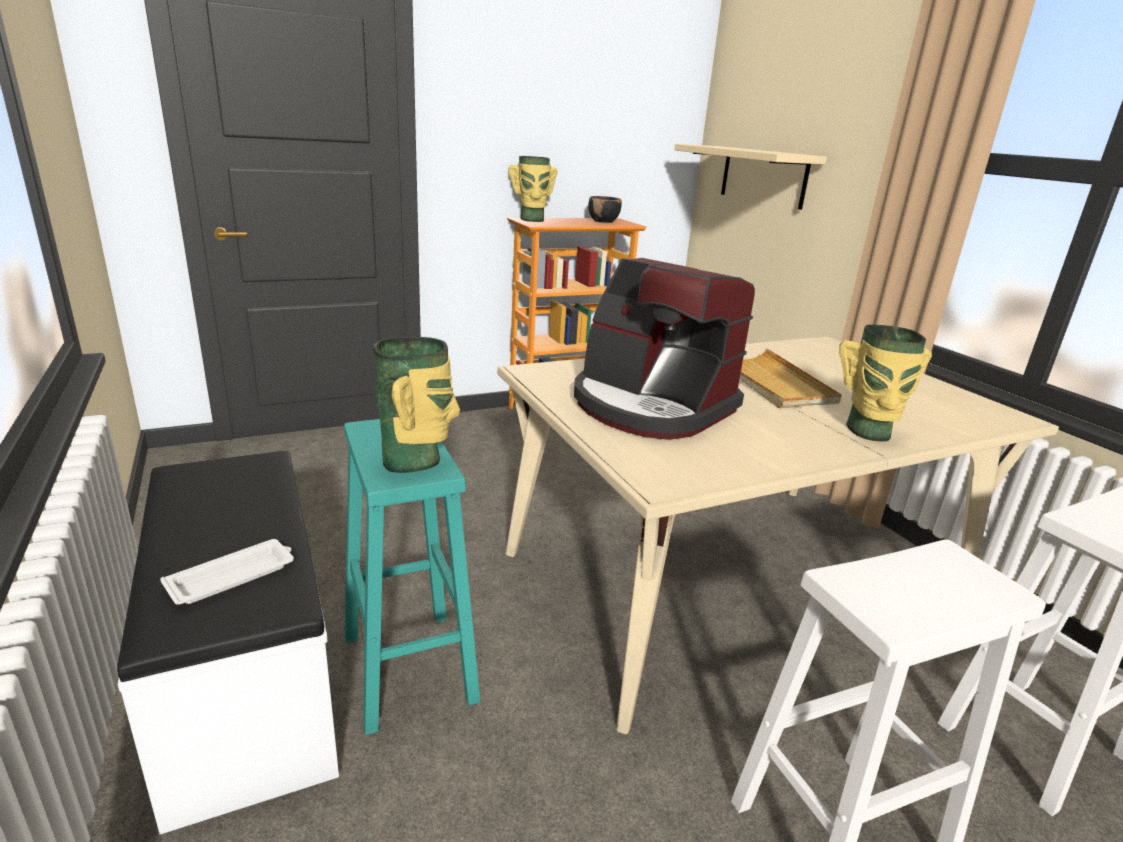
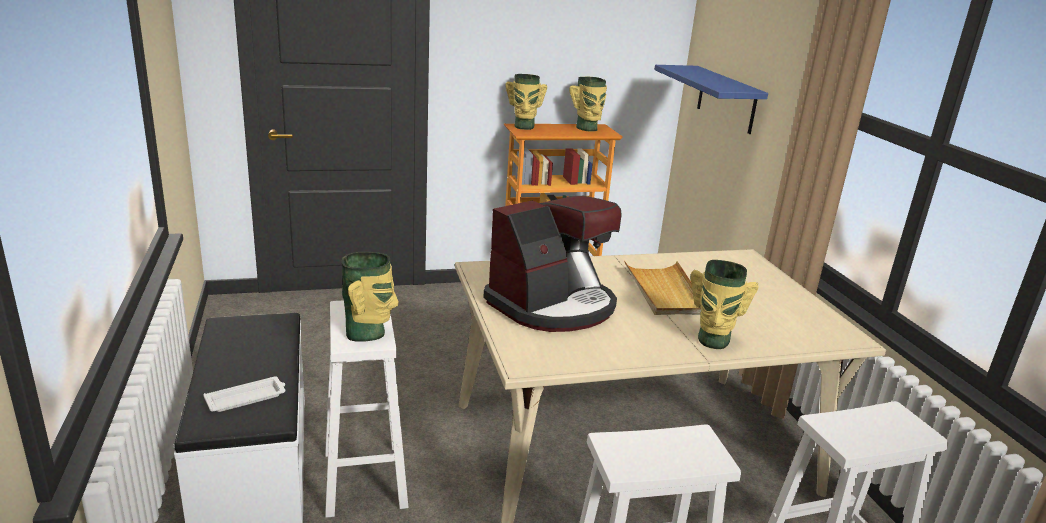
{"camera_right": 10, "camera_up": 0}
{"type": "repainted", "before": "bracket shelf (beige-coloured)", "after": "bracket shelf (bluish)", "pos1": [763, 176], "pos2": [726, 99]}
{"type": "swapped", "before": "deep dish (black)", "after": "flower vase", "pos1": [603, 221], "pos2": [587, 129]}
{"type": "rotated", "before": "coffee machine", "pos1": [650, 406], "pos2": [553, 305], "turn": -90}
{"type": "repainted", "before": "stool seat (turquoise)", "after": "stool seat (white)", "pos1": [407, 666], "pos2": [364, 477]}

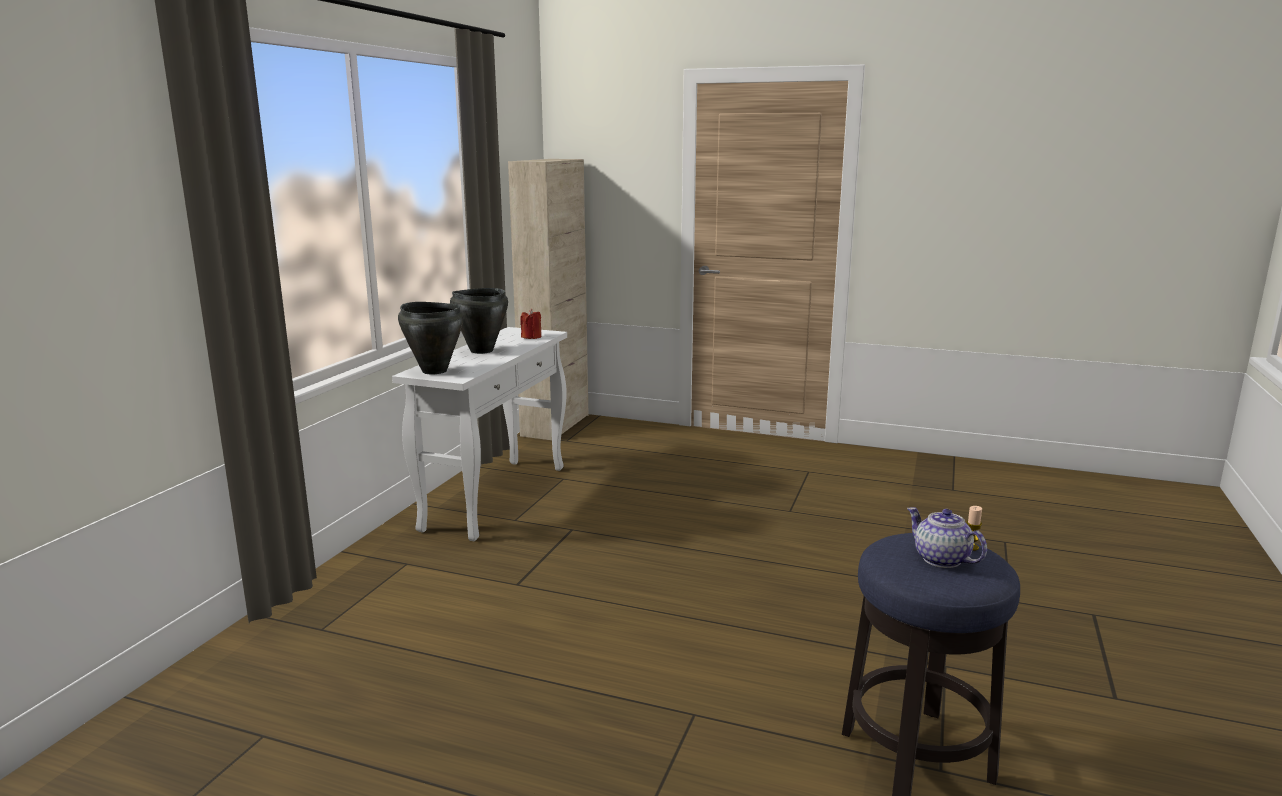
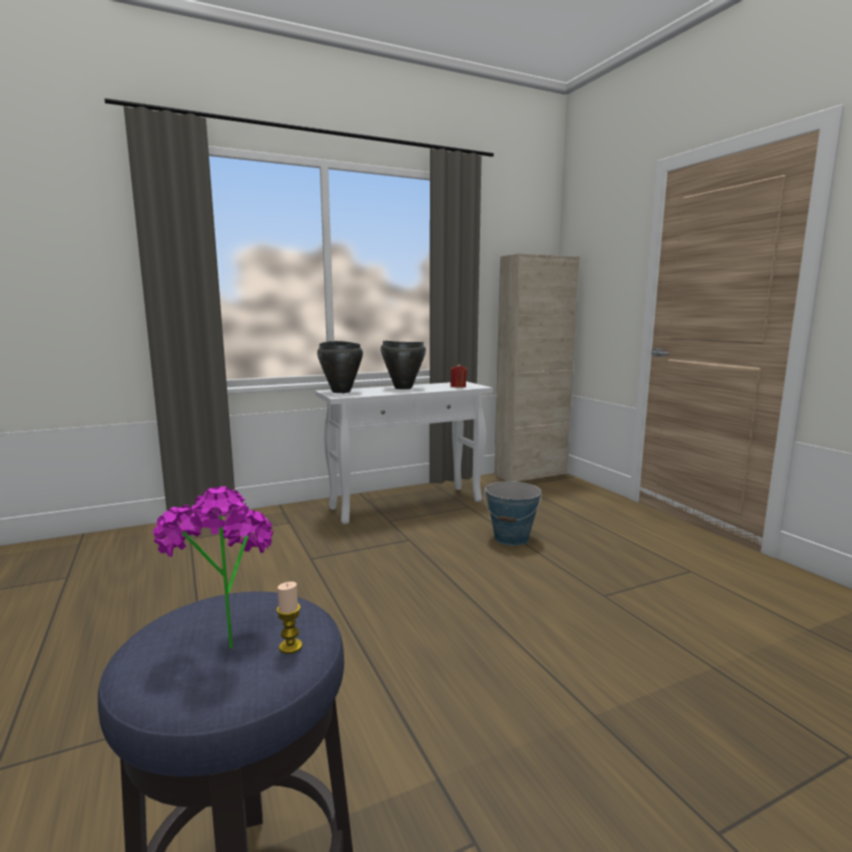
{"camera_right": 45, "camera_up": -5}
{"type": "swapped", "before": "tea pot", "after": "houseplant", "pos1": [940, 559], "pos2": [224, 638]}
{"type": "new", "after": "pail", "pos2": [511, 538]}

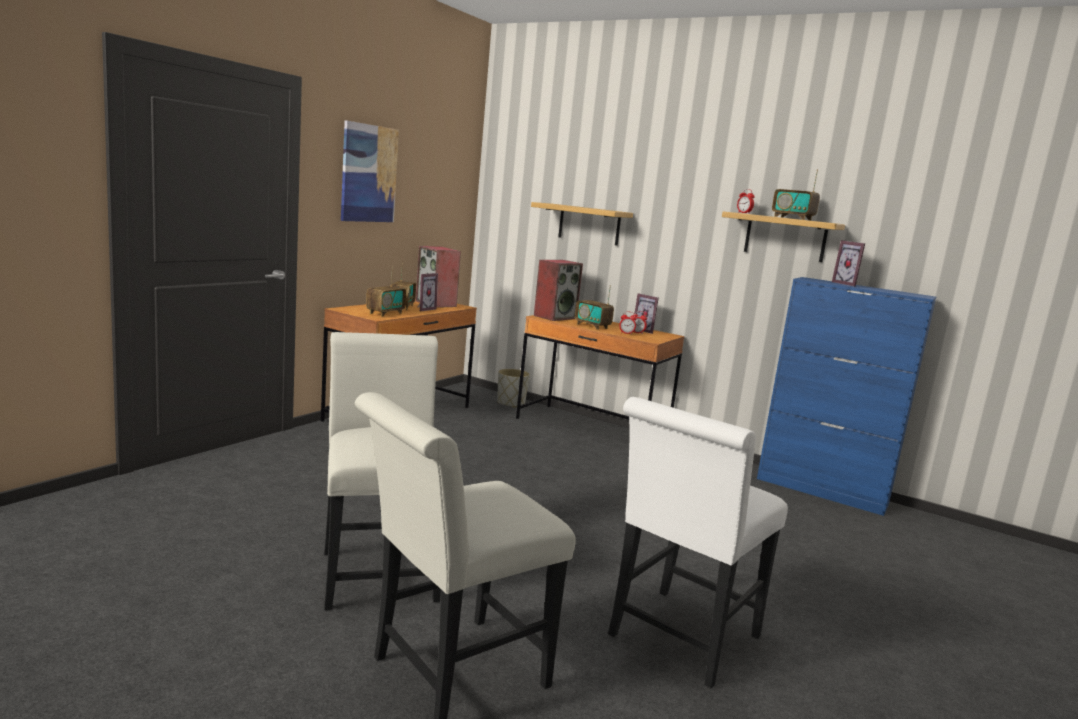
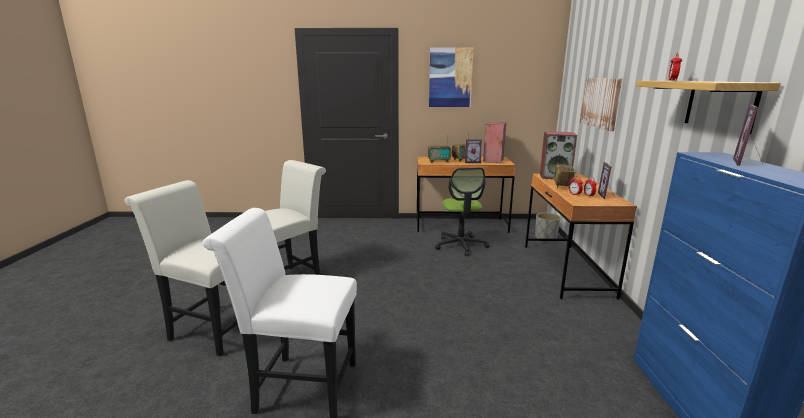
{"camera_right": 60, "camera_up": 5}
{"type": "gone", "before": "radio receiver", "pos1": [792, 218]}
{"type": "swapped", "before": "bracket shelf", "after": "wall art", "pos1": [589, 224], "pos2": [600, 102]}
{"type": "new", "after": "computer chair", "pos2": [461, 245]}

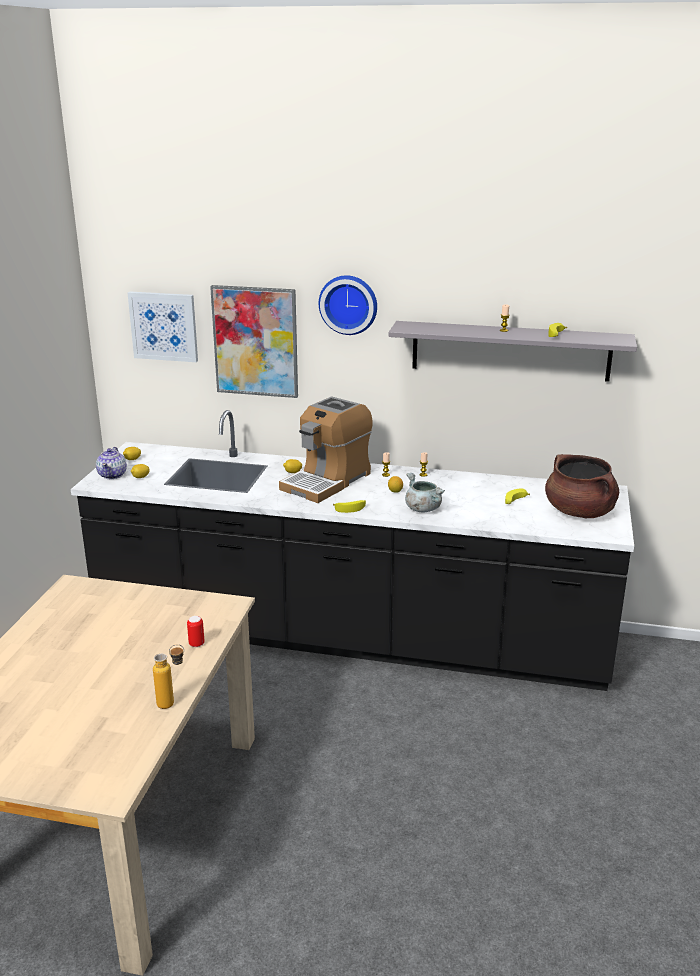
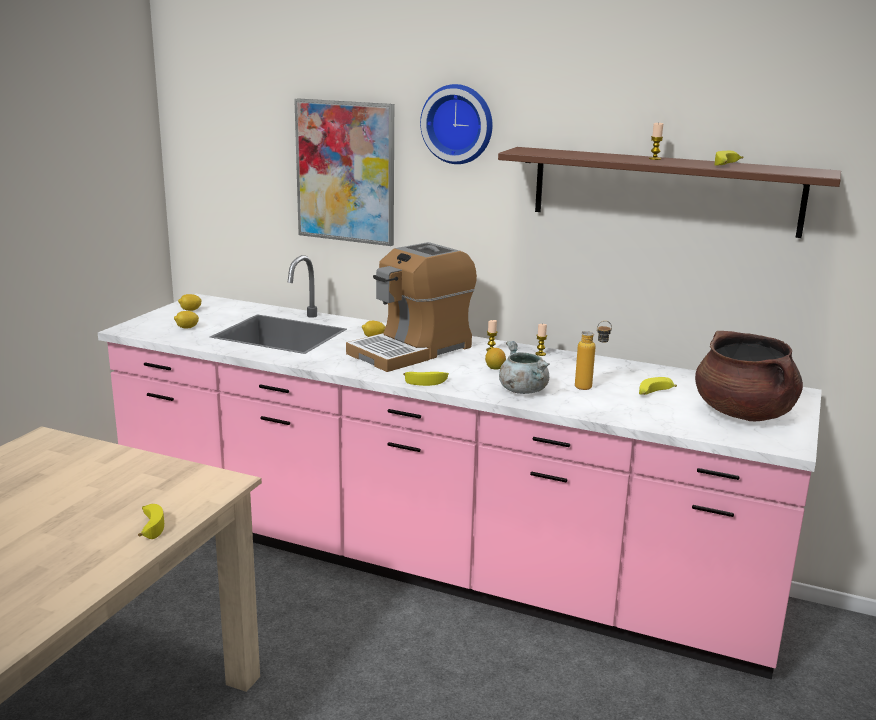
{"camera_right": 10, "camera_up": -5}
{"type": "gone", "before": "wall art", "pos1": [164, 326]}
{"type": "repainted", "before": "bracket shelf (gray)", "after": "bracket shelf (brown)", "pos1": [510, 351], "pos2": [665, 191]}
{"type": "repainted", "before": "counter (black)", "after": "counter (pink-coloured)", "pos1": [350, 636], "pos2": [433, 560]}
{"type": "gone", "before": "tea pot", "pos1": [113, 475]}
{"type": "swapped", "before": "can", "after": "whole banana", "pos1": [196, 644], "pos2": [149, 526]}
{"type": "shifted", "before": "bottle", "pos1": [172, 703], "pos2": [590, 387]}

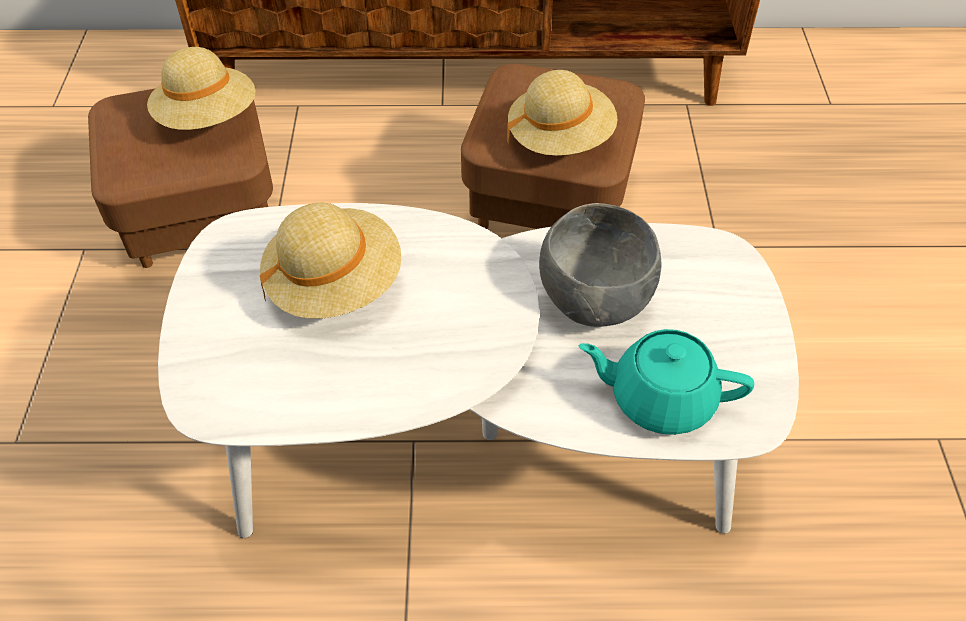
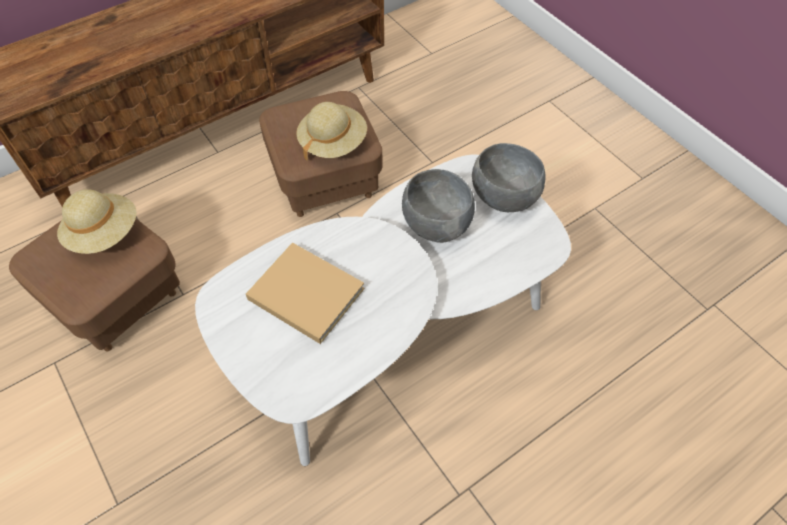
{"camera_right": -35, "camera_up": 5}
{"type": "swapped", "before": "clothing hat (beige-coloured)", "after": "bound book (beige-coloured)", "pos1": [335, 284], "pos2": [303, 292]}
{"type": "gone", "before": "tea pot (turquoise)", "pos1": [659, 398]}
{"type": "new", "after": "deep dish (gray)", "pos2": [503, 199]}

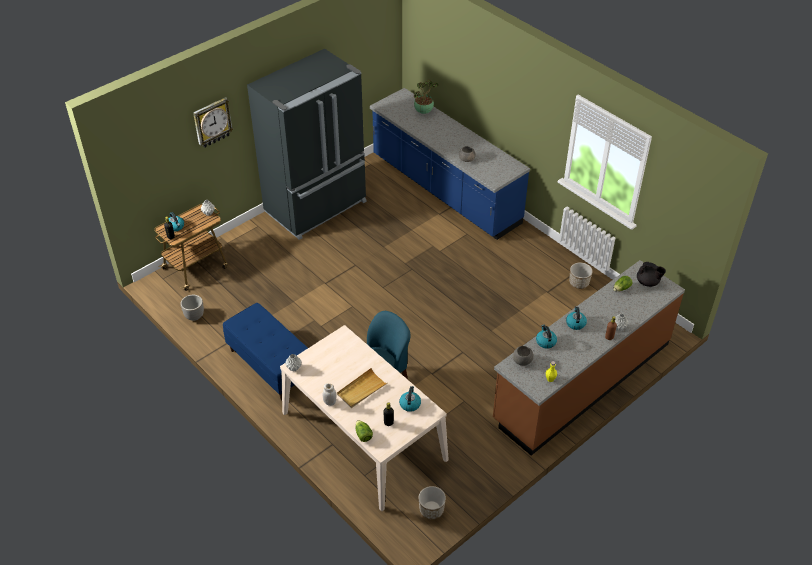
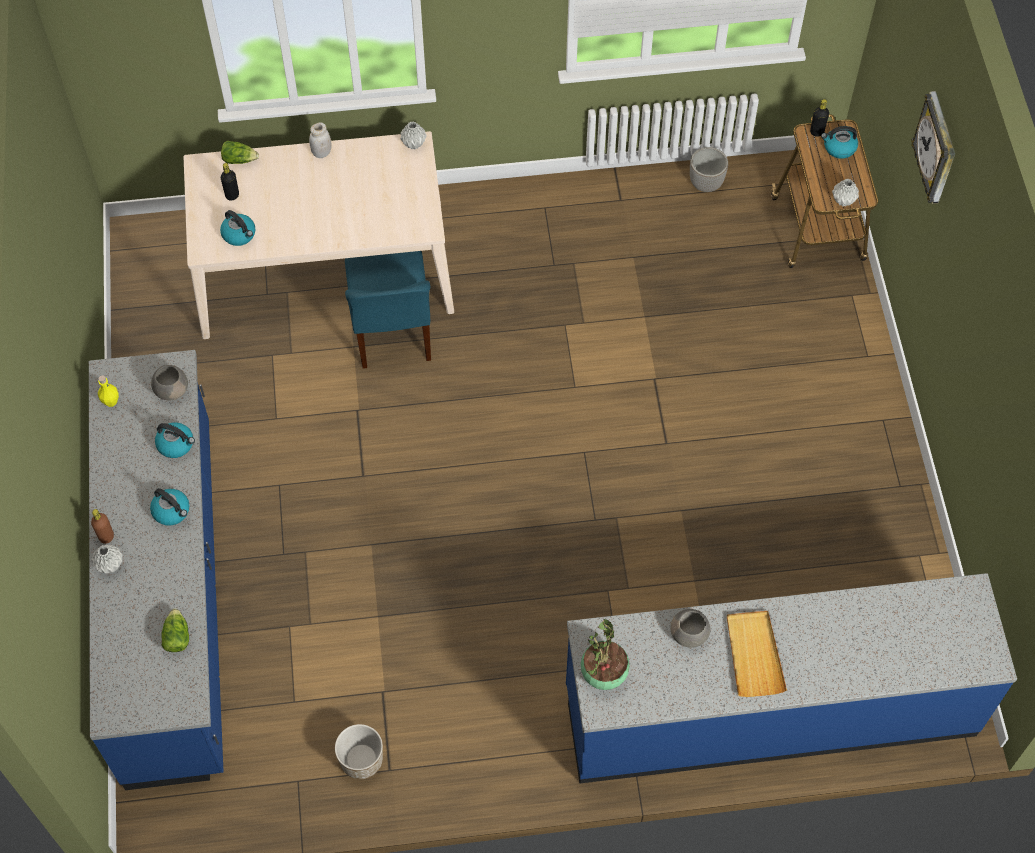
{"camera_right": 125, "camera_up": 15}
{"type": "gone", "before": "fridge (black)", "pos1": [317, 207]}
{"type": "shifted", "before": "houseplant", "pos1": [424, 111], "pos2": [603, 675]}
{"type": "repainted", "before": "counter (brown)", "after": "counter (bluish)", "pos1": [582, 381], "pos2": [173, 599]}
{"type": "gone", "before": "tea pot (black)", "pos1": [648, 282]}
{"type": "gone", "before": "indoor bench (bluish)", "pos1": [270, 365]}
{"type": "shifted", "before": "tray (beige-coloured)", "pos1": [361, 390], "pos2": [753, 654]}
{"type": "gone", "before": "planter", "pos1": [431, 510]}

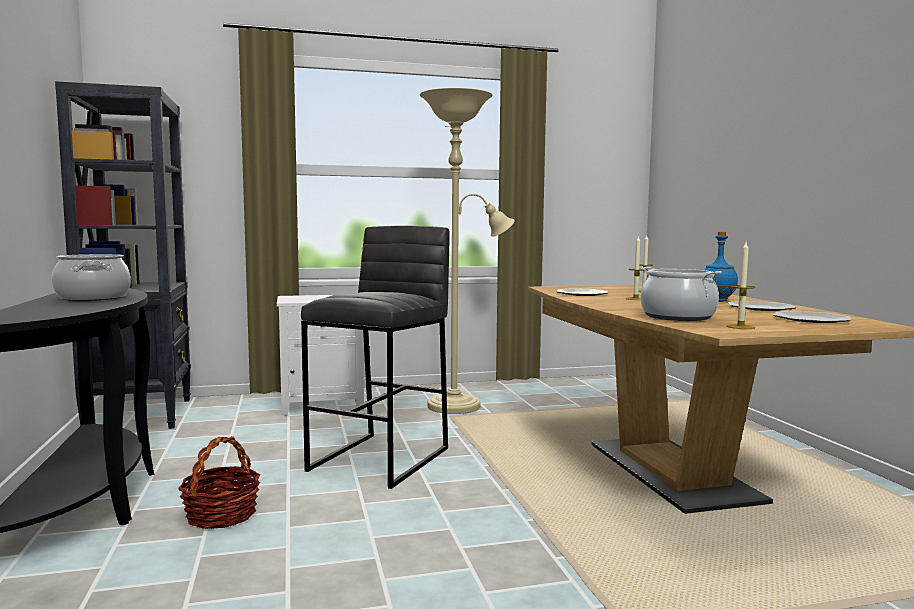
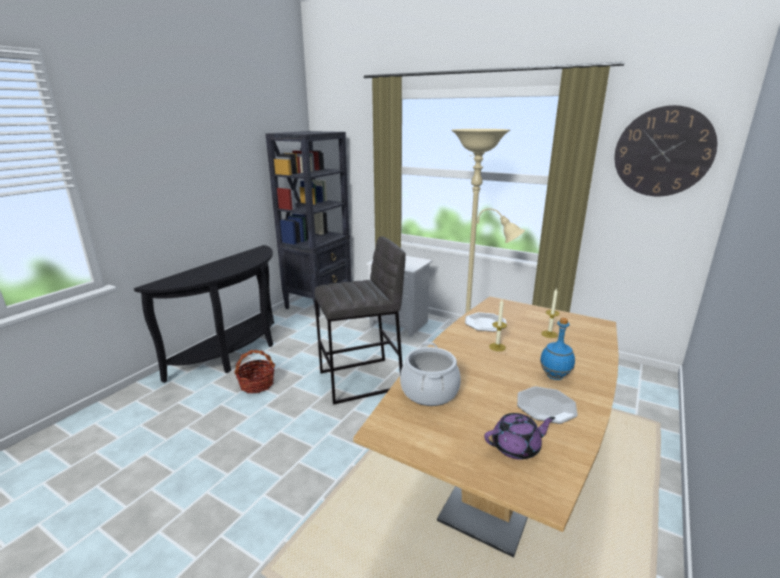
{"camera_right": 45, "camera_up": 15}
{"type": "gone", "before": "candle", "pos1": [740, 327]}
{"type": "gone", "before": "saucepot", "pos1": [92, 297]}
{"type": "swapped", "before": "flat dish", "after": "tea pot (purplish)", "pos1": [811, 319], "pos2": [516, 447]}
{"type": "new", "after": "wall clock", "pos2": [663, 152]}

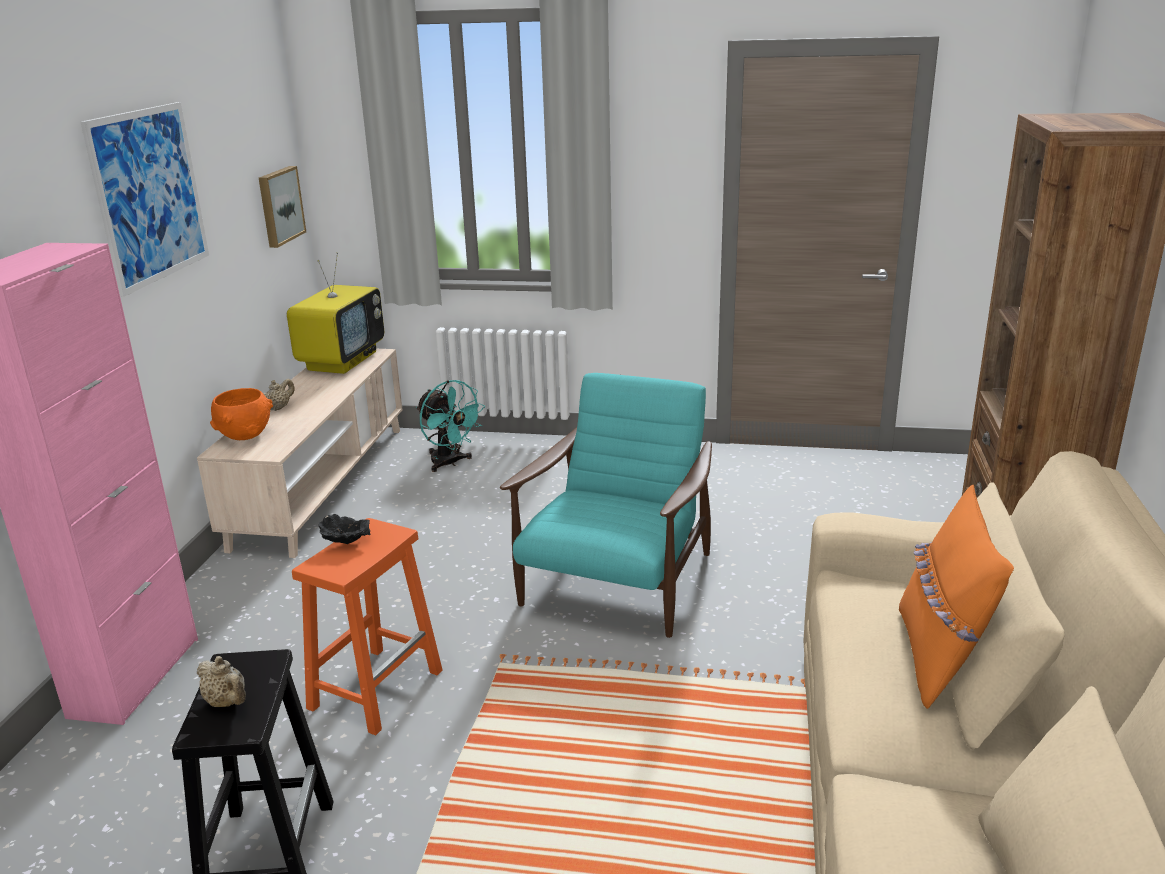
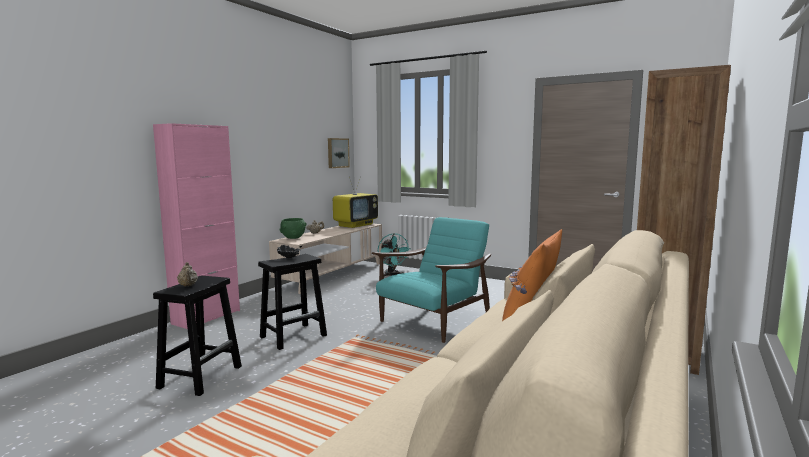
{"camera_right": 20, "camera_up": -15}
{"type": "gone", "before": "wall art", "pos1": [150, 195]}
{"type": "repainted", "before": "deep dish (orange-coloured)", "after": "deep dish (green)", "pos1": [244, 435], "pos2": [293, 238]}
{"type": "repainted", "before": "stool seat (orange-coloured)", "after": "stool seat (black)", "pos1": [377, 688], "pos2": [294, 336]}

